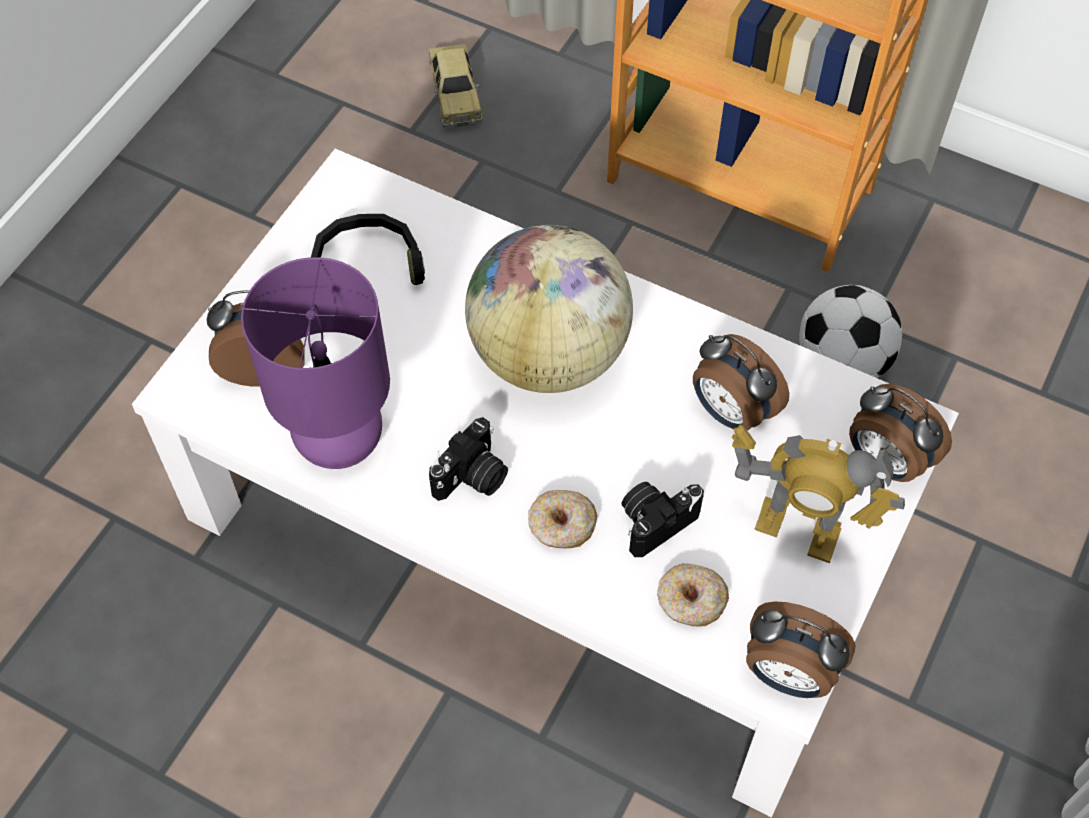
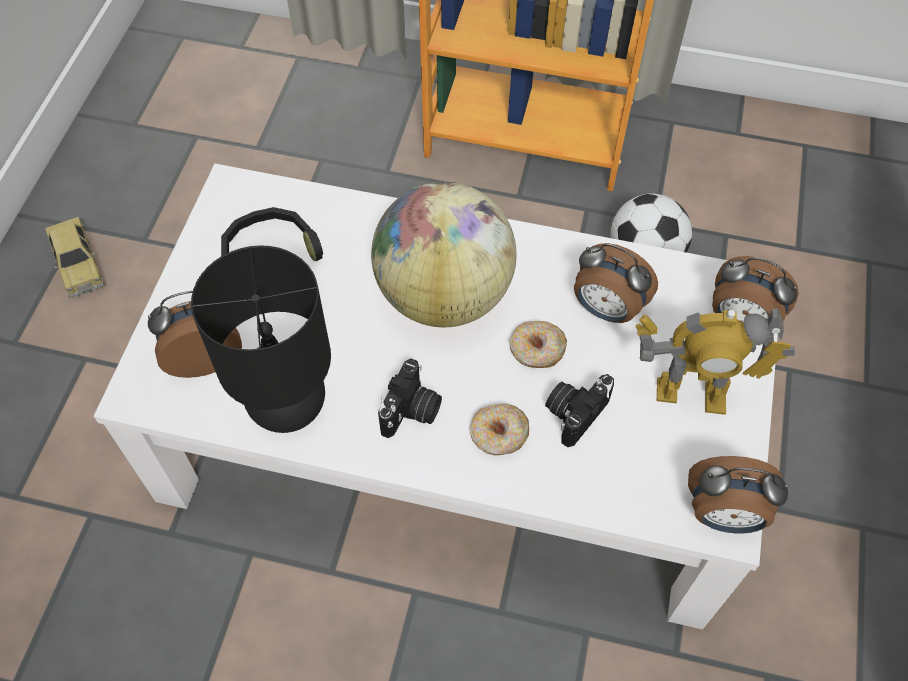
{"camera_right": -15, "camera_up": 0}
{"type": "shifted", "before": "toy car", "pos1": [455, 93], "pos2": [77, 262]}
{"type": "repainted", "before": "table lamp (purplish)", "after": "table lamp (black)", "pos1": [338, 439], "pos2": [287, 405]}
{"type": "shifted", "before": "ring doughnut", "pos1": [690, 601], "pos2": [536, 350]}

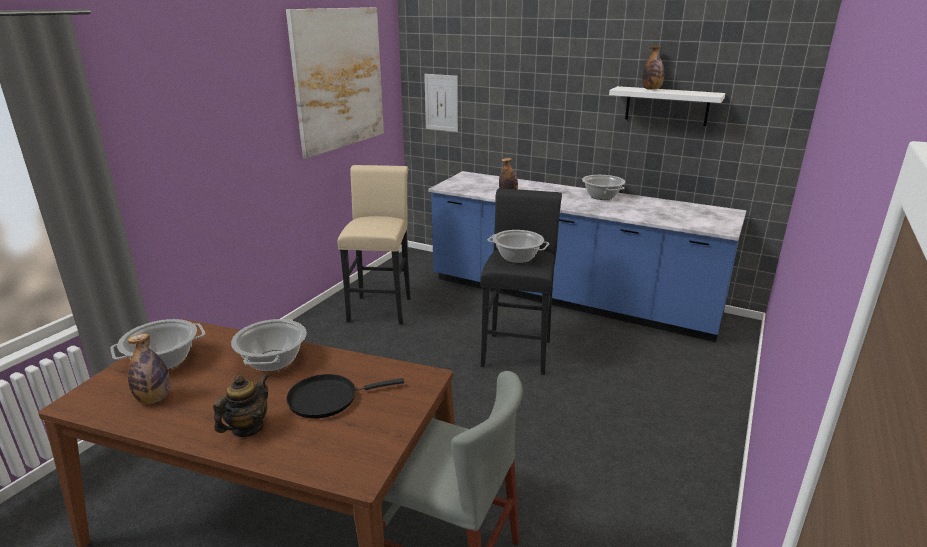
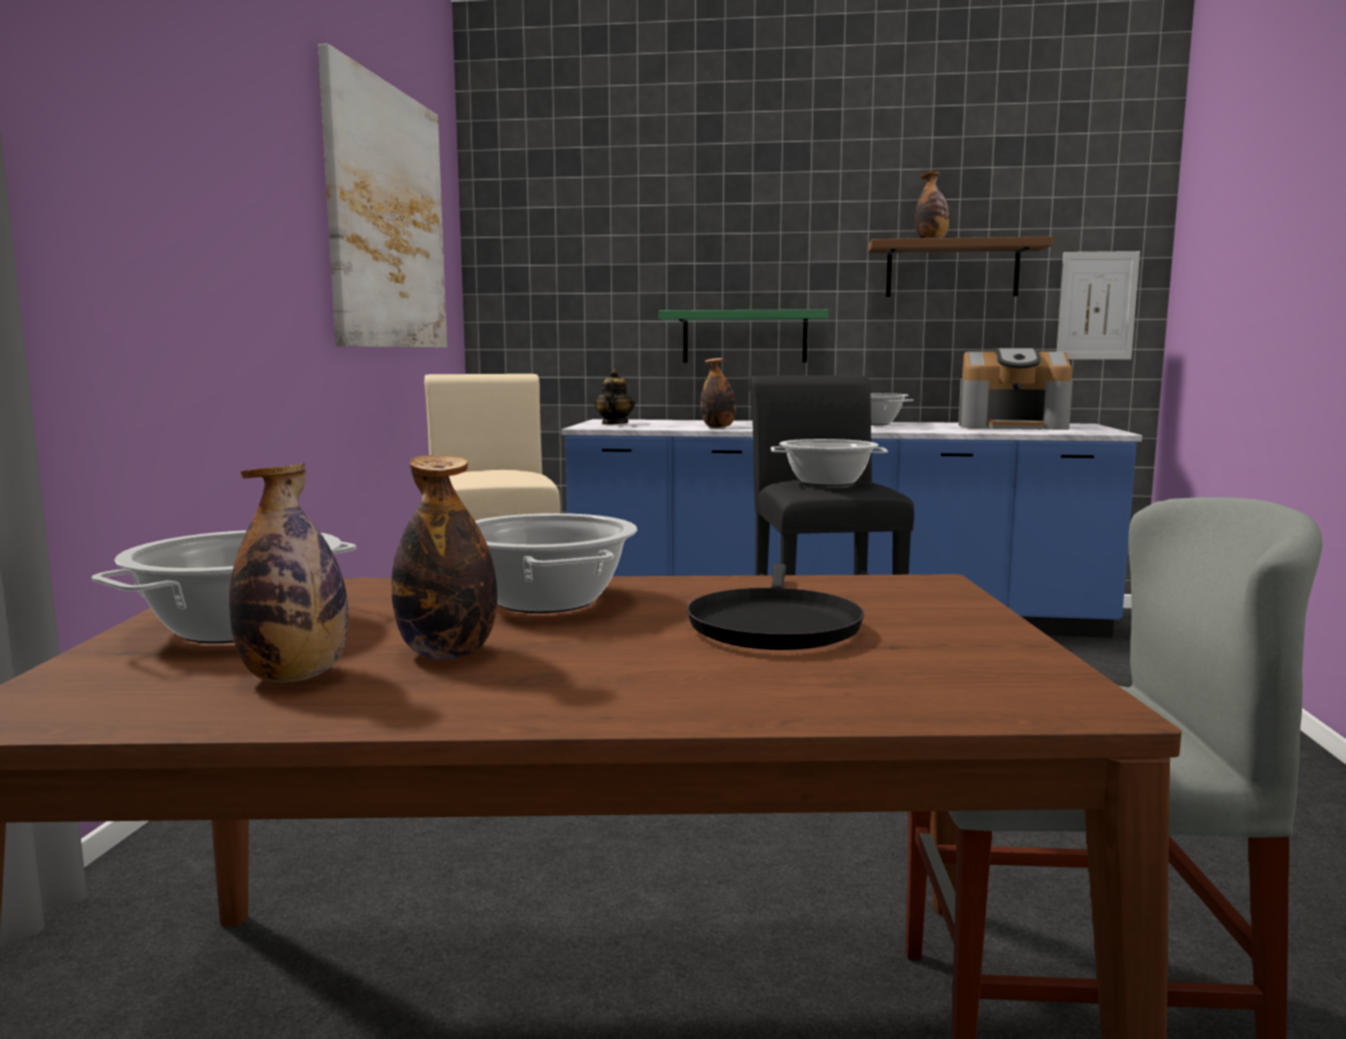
{"camera_right": -20, "camera_up": -15}
{"type": "shifted", "before": "wall art", "pos1": [441, 102], "pos2": [1097, 306]}
{"type": "repainted", "before": "bracket shelf (white)", "after": "bracket shelf (brown)", "pos1": [666, 106], "pos2": [952, 270]}
{"type": "shifted", "before": "tea pot", "pos1": [247, 428], "pos2": [614, 424]}
{"type": "rotated", "before": "pan (black)", "pos1": [328, 398], "pos2": [773, 625], "turn": -45}
{"type": "new", "after": "bracket shelf (green)", "pos2": [744, 337]}
{"type": "new", "after": "coffee machine", "pos2": [1012, 426]}
{"type": "new", "after": "bottle", "pos2": [447, 653]}

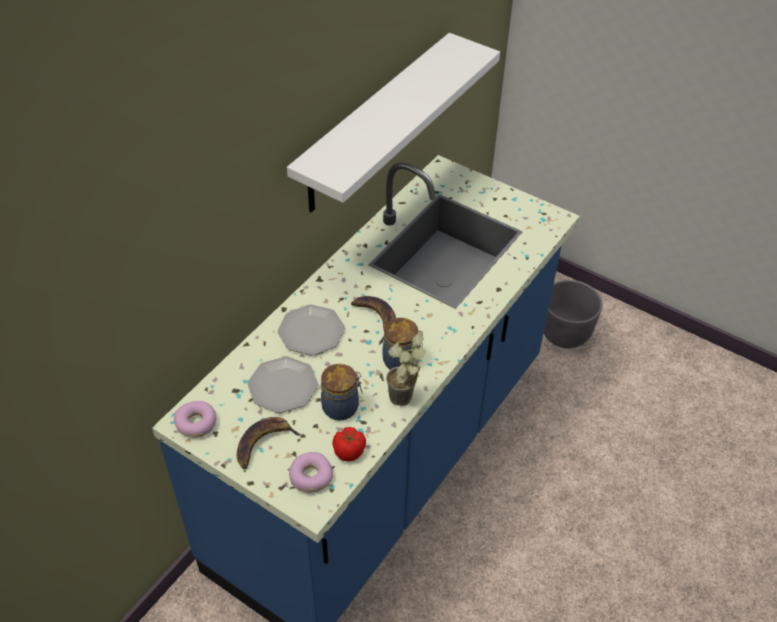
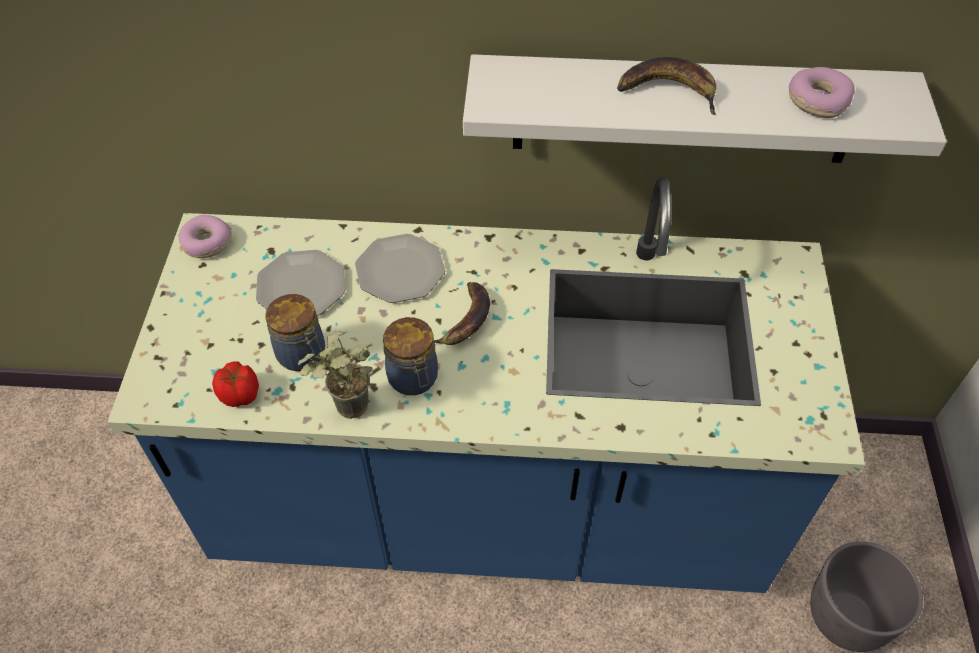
{"camera_right": 60, "camera_up": 5}
{"type": "shifted", "before": "whole banana", "pos1": [264, 443], "pos2": [668, 91]}
{"type": "shifted", "before": "ring doughnut", "pos1": [310, 477], "pos2": [817, 100]}

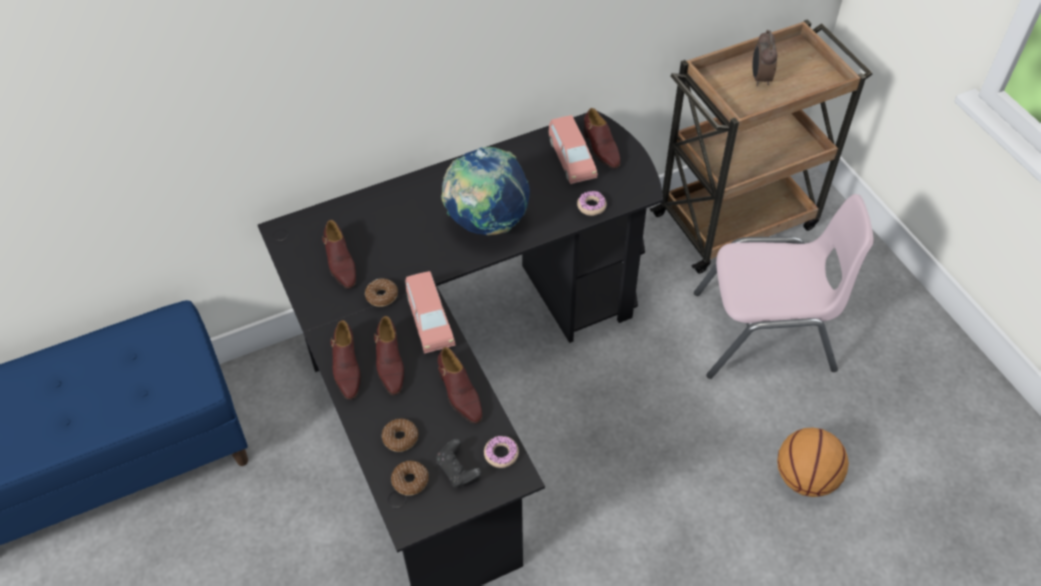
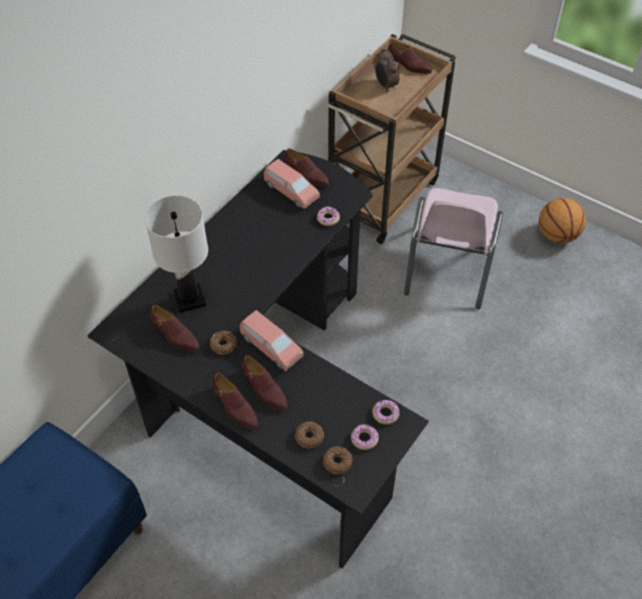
{"camera_right": -30, "camera_up": 0}
{"type": "gone", "before": "desk globe", "pos1": [487, 222]}
{"type": "rotated", "before": "chair (pink-coloured)", "pos1": [764, 333], "pos2": [448, 266], "turn": 135}
{"type": "shifted", "before": "low shoe (brown)", "pos1": [459, 393], "pos2": [409, 66]}
{"type": "shifted", "before": "basketball", "pos1": [806, 478], "pos2": [557, 236]}
{"type": "swapped", "before": "gamepad (black)", "after": "ring doughnut", "pos1": [458, 470], "pos2": [364, 439]}
{"type": "new", "after": "table lamp (white)", "pos2": [190, 299]}

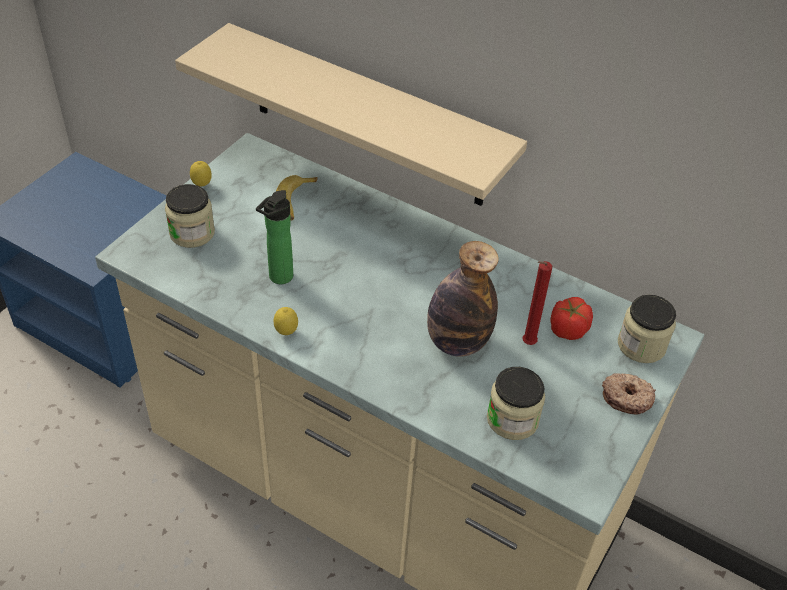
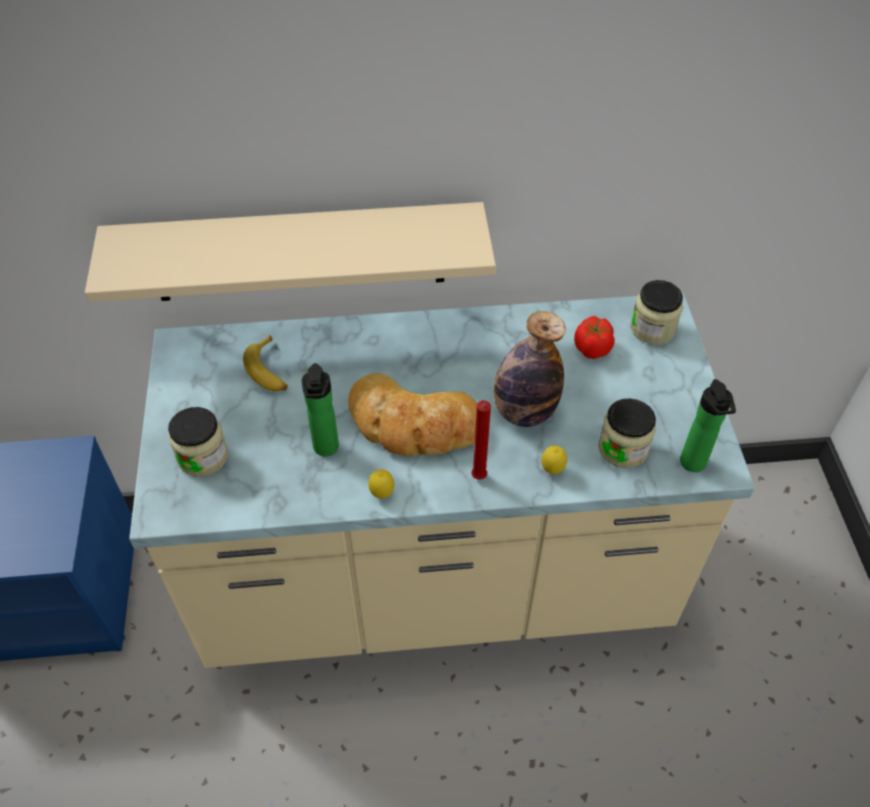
{"camera_right": -35, "camera_up": 5}
{"type": "shifted", "before": "whole lemon", "pos1": [202, 185], "pos2": [552, 470]}
{"type": "shifted", "before": "candle (reddish)", "pos1": [527, 344], "pos2": [478, 479]}
{"type": "gone", "before": "ring doughnut", "pos1": [626, 397]}
{"type": "new", "after": "bakery bread", "pos2": [413, 424]}
{"type": "new", "after": "bottle", "pos2": [694, 465]}

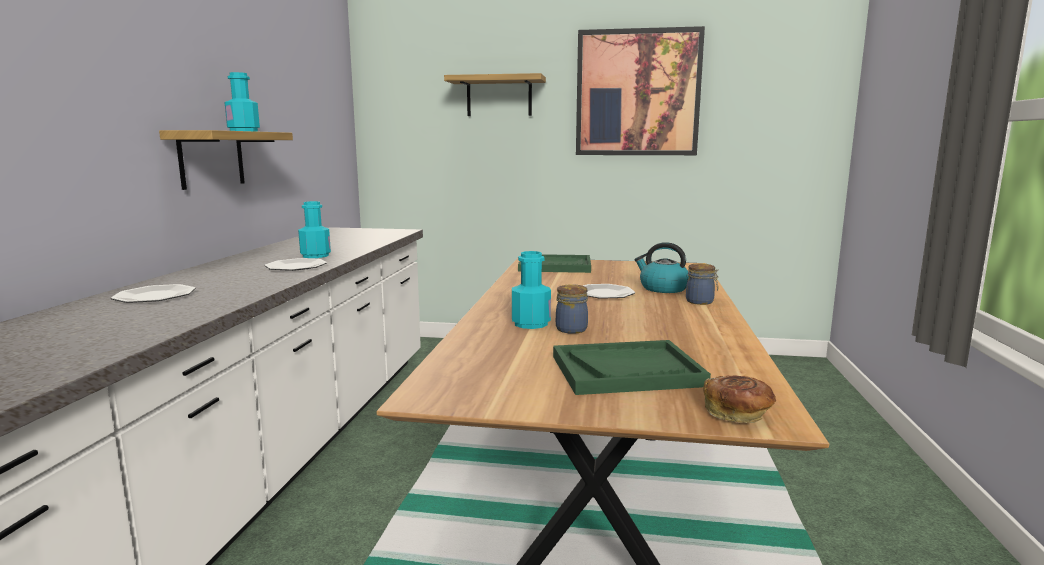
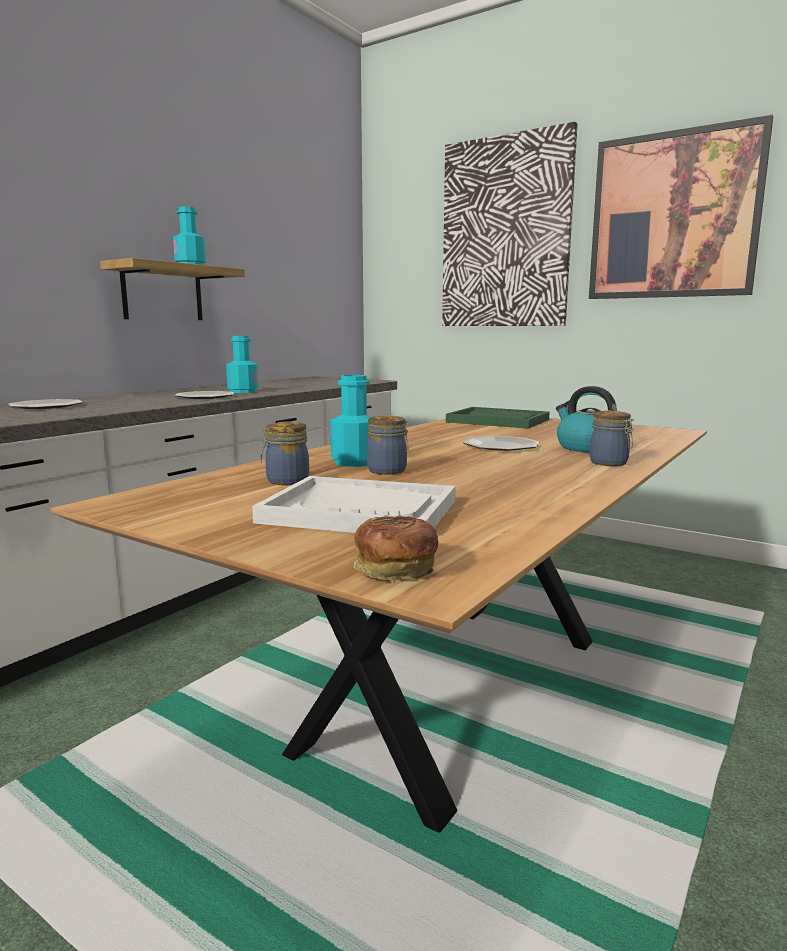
{"camera_right": 25, "camera_up": 0}
{"type": "swapped", "before": "bracket shelf", "after": "wall art", "pos1": [499, 97], "pos2": [505, 233]}
{"type": "repainted", "before": "tray (green)", "after": "tray (white)", "pos1": [626, 371], "pos2": [360, 511]}
{"type": "new", "after": "preserve jar", "pos2": [285, 481]}

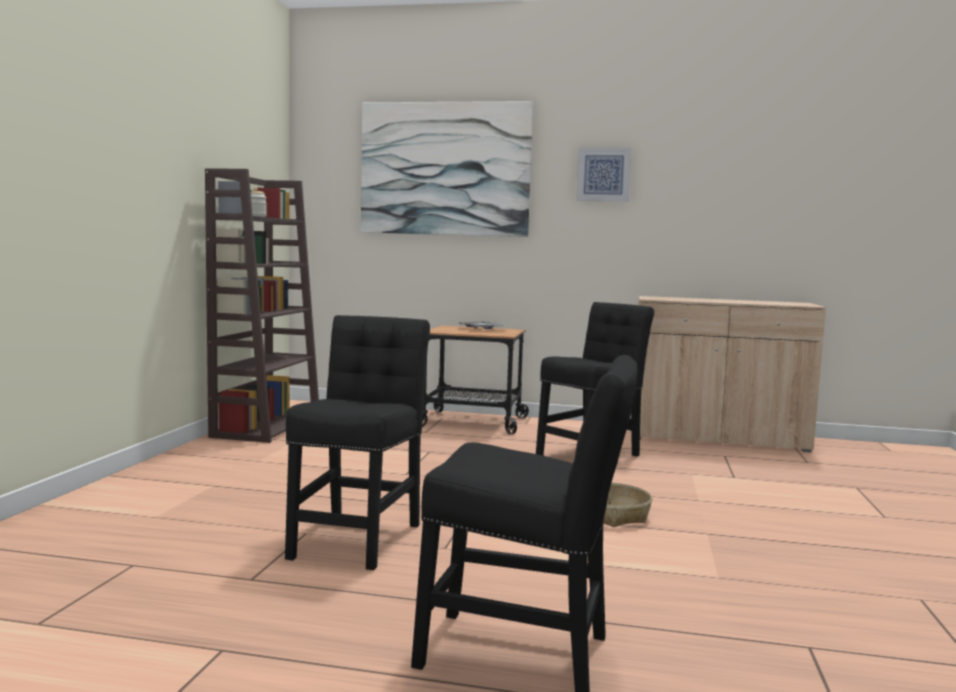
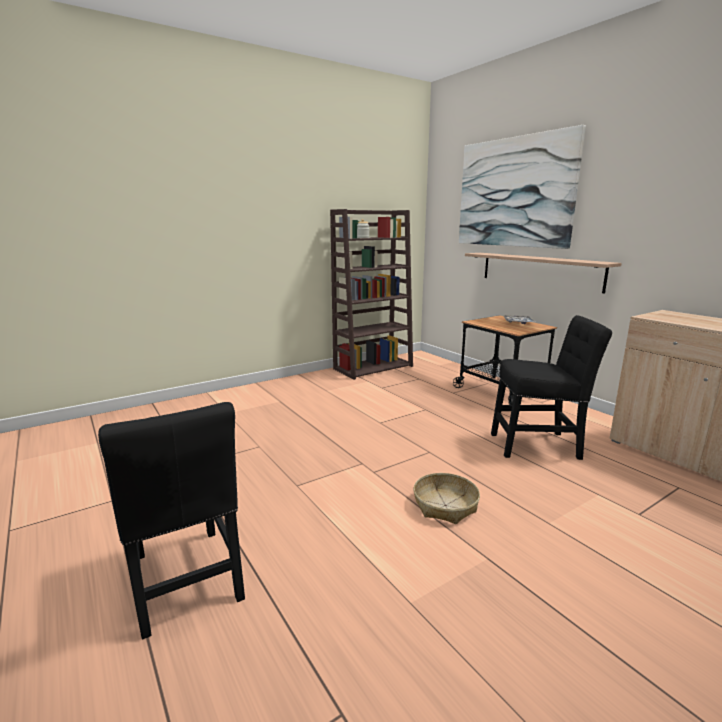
{"camera_right": 45, "camera_up": 10}
{"type": "gone", "before": "wall art", "pos1": [603, 174]}
{"type": "gone", "before": "chair (black)", "pos1": [358, 537]}
{"type": "new", "after": "bracket shelf", "pos2": [539, 271]}

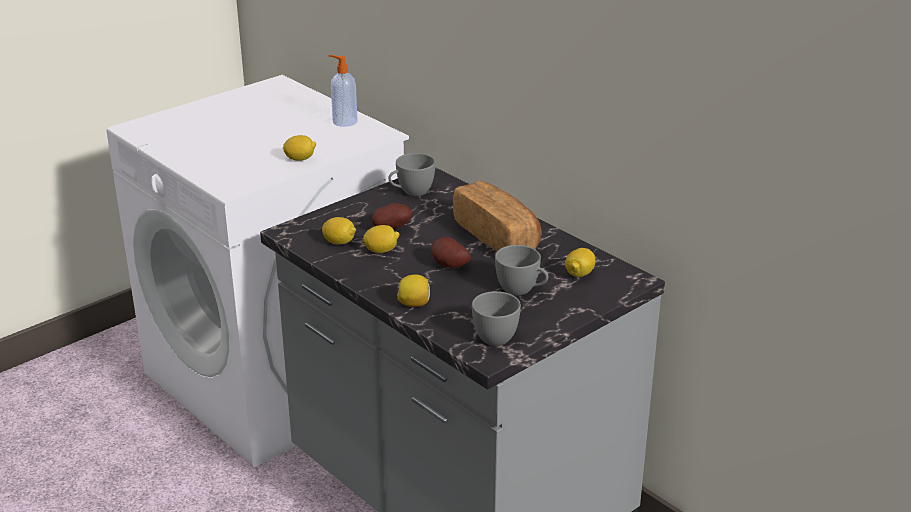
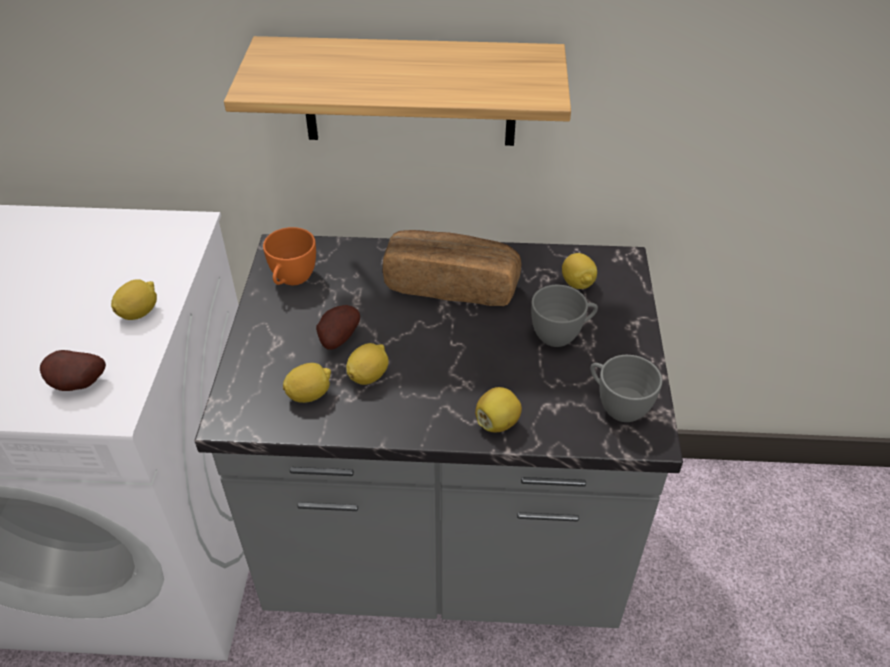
{"camera_right": -45, "camera_up": 15}
{"type": "gone", "before": "soap bottle", "pos1": [344, 121]}
{"type": "repainted", "before": "cup (gray)", "after": "cup (orange-coloured)", "pos1": [411, 192], "pos2": [291, 280]}
{"type": "shifted", "before": "spud", "pos1": [448, 266], "pos2": [77, 385]}
{"type": "new", "after": "bracket shelf", "pos2": [409, 92]}

